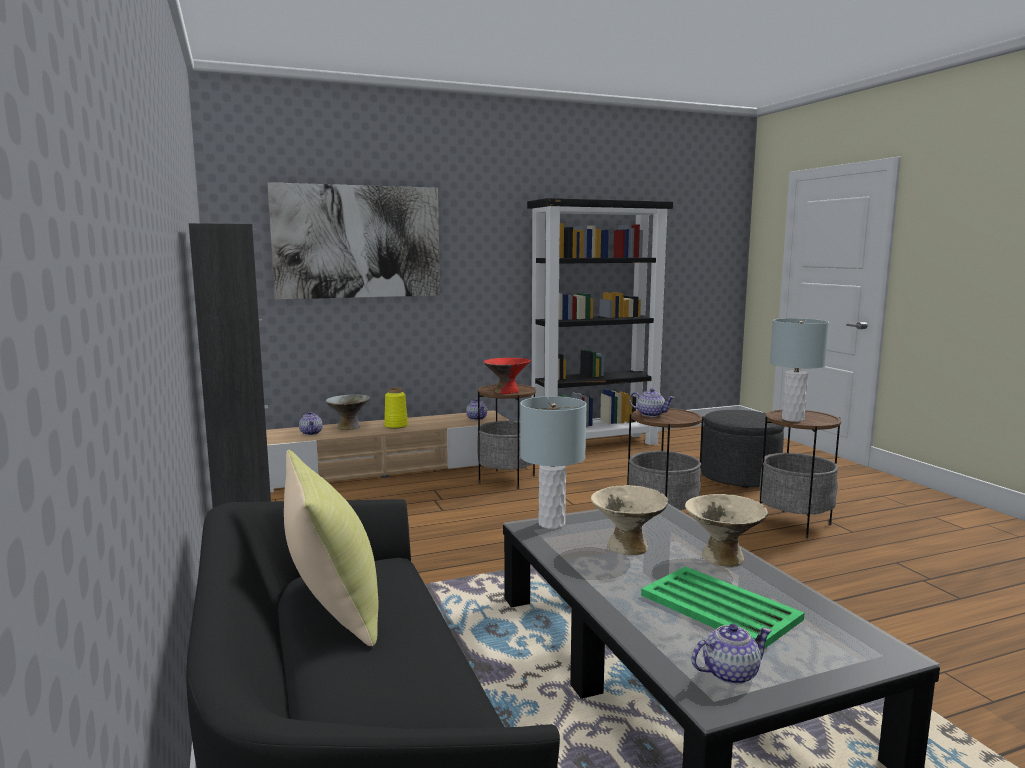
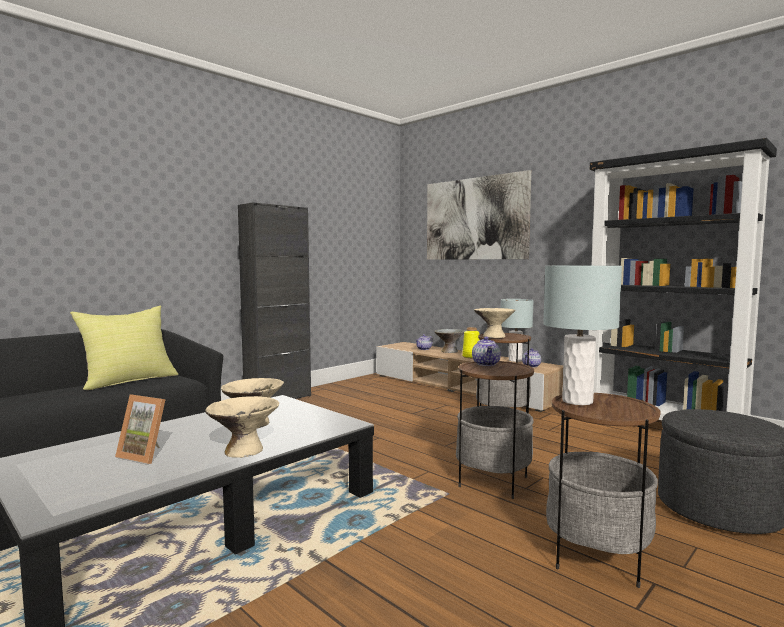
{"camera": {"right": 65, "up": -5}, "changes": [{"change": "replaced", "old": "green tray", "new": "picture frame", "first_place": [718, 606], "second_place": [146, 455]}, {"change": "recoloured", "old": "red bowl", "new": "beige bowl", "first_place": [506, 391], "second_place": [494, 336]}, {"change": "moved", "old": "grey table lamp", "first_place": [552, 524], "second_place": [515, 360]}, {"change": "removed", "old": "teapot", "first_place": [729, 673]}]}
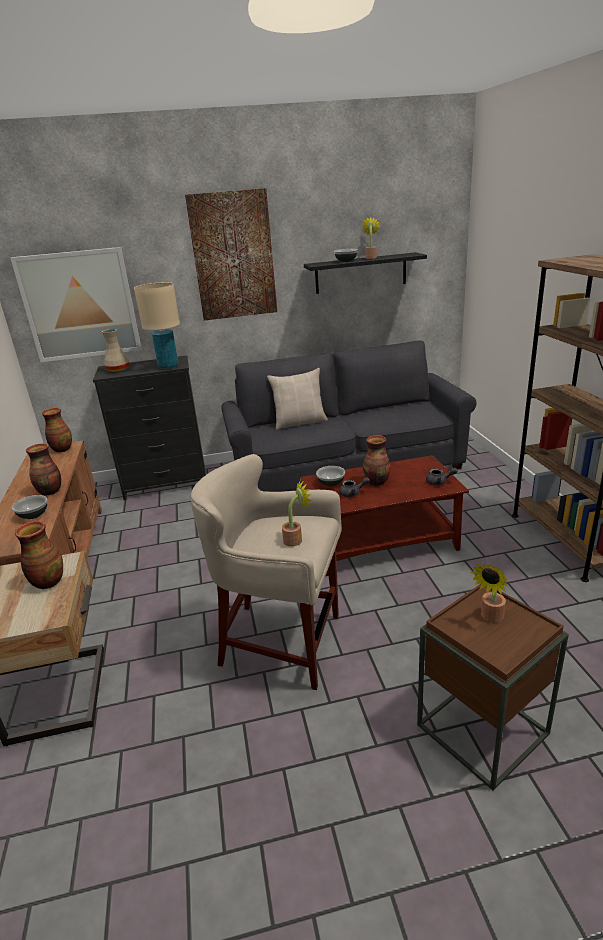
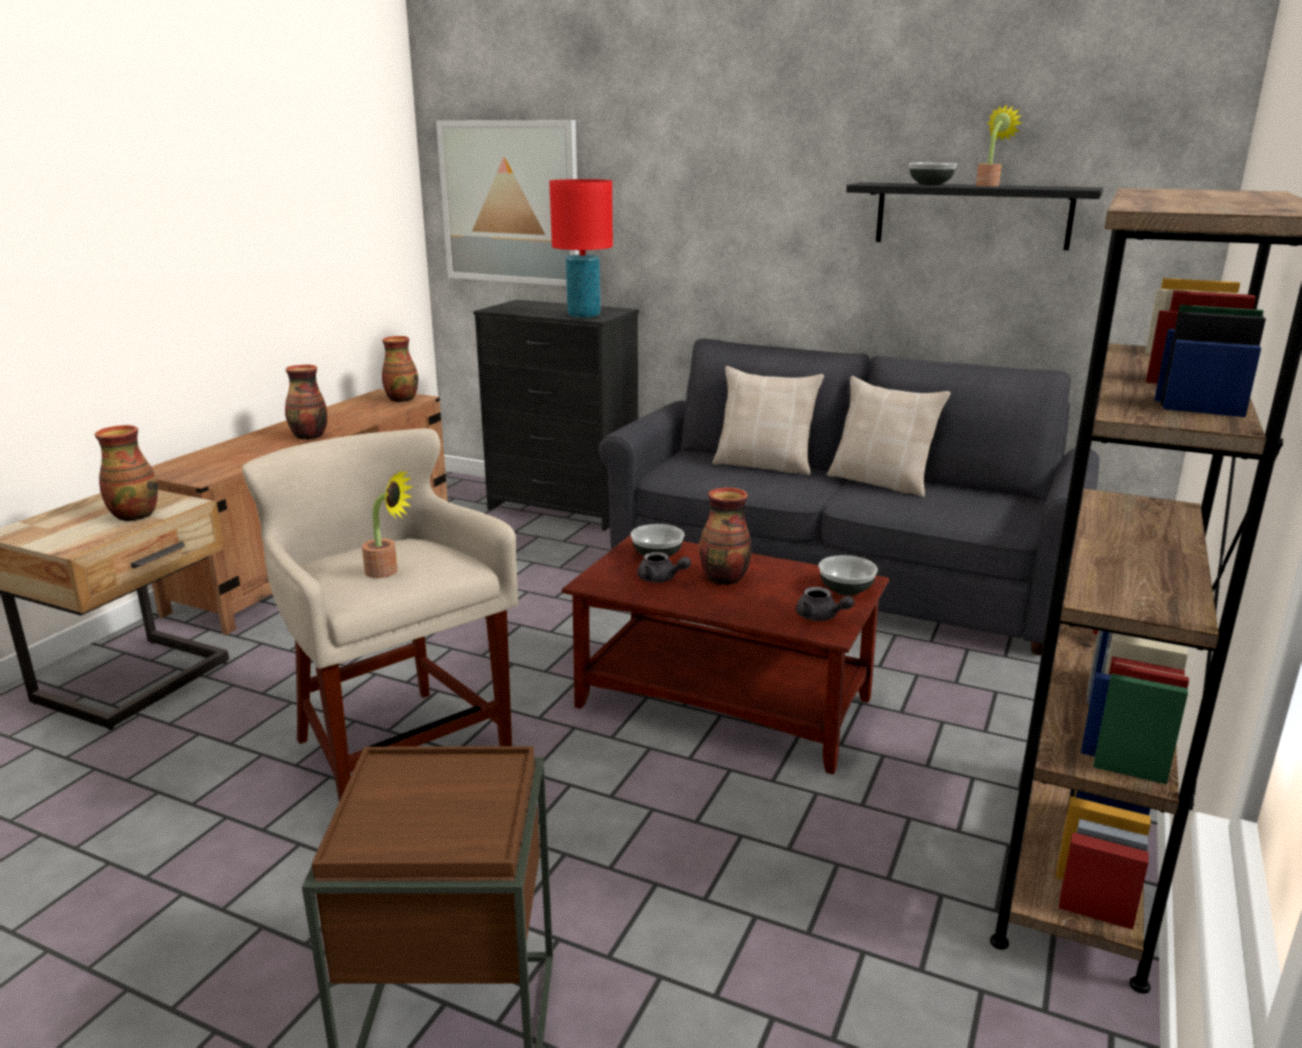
{"camera": {"right": 35, "up": -5}, "changes": [{"change": "recoloured", "old": "beige table lamp", "new": "red table lamp", "first_place": [168, 366], "second_place": [583, 316]}, {"change": "moved", "old": "bowl", "first_place": [34, 515], "second_place": [846, 590]}, {"change": "added", "new": "beige pillow", "second_place": [881, 482]}, {"change": "removed", "old": "beige vase", "first_place": [118, 369]}, {"change": "removed", "old": "picture", "first_place": [233, 256]}, {"change": "removed", "old": "potted plant", "first_place": [490, 618]}]}
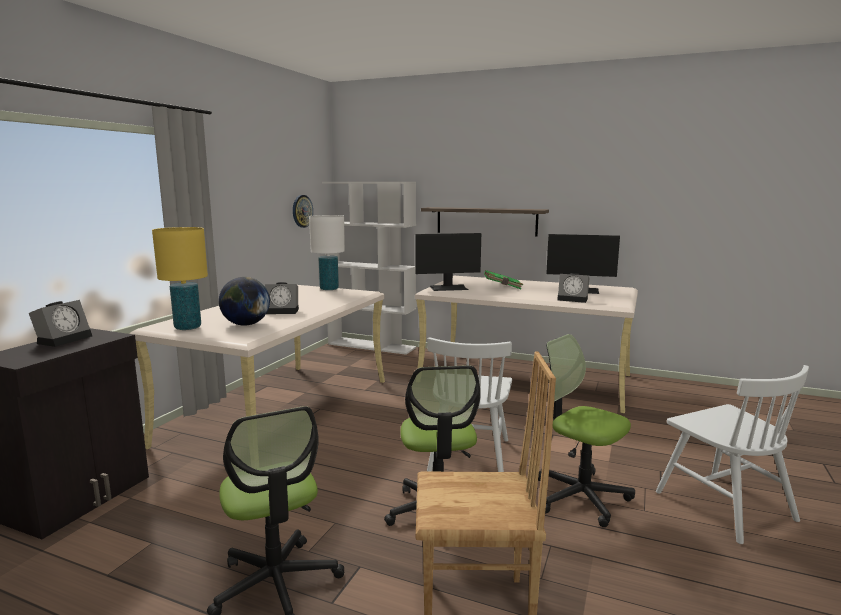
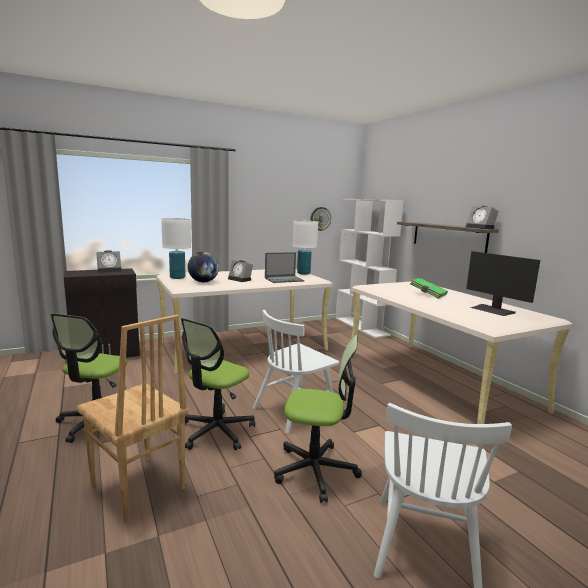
{"camera": {"right": 40, "up": 0}, "changes": [{"change": "recoloured", "old": "yellow table lamp", "new": "white table lamp", "first_place": [188, 327], "second_place": [177, 278]}, {"change": "added", "new": "laptop", "second_place": [284, 279]}, {"change": "turned", "old": "office chair", "first_place": [580, 496], "second_place": [316, 470], "degrees": 105}, {"change": "moved", "old": "alarm clock", "first_place": [573, 299], "second_place": [481, 228]}, {"change": "removed", "old": "monitor", "first_place": [449, 288]}]}
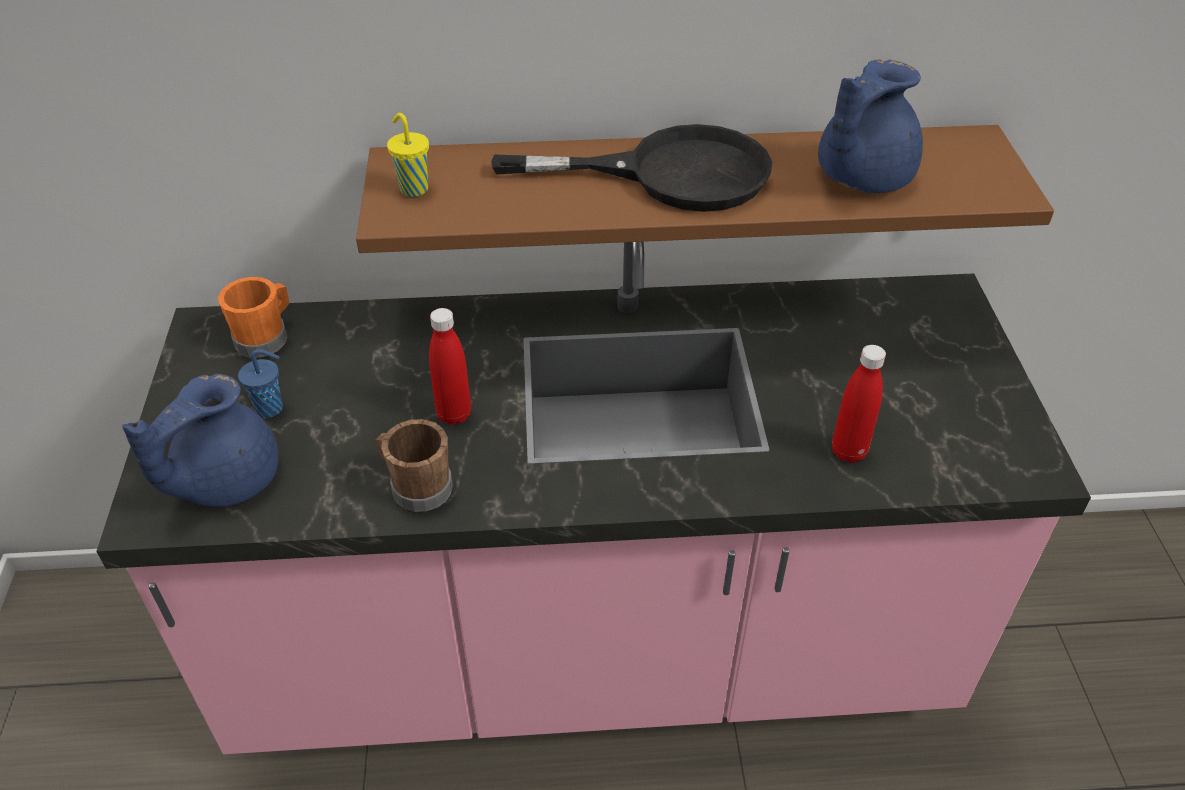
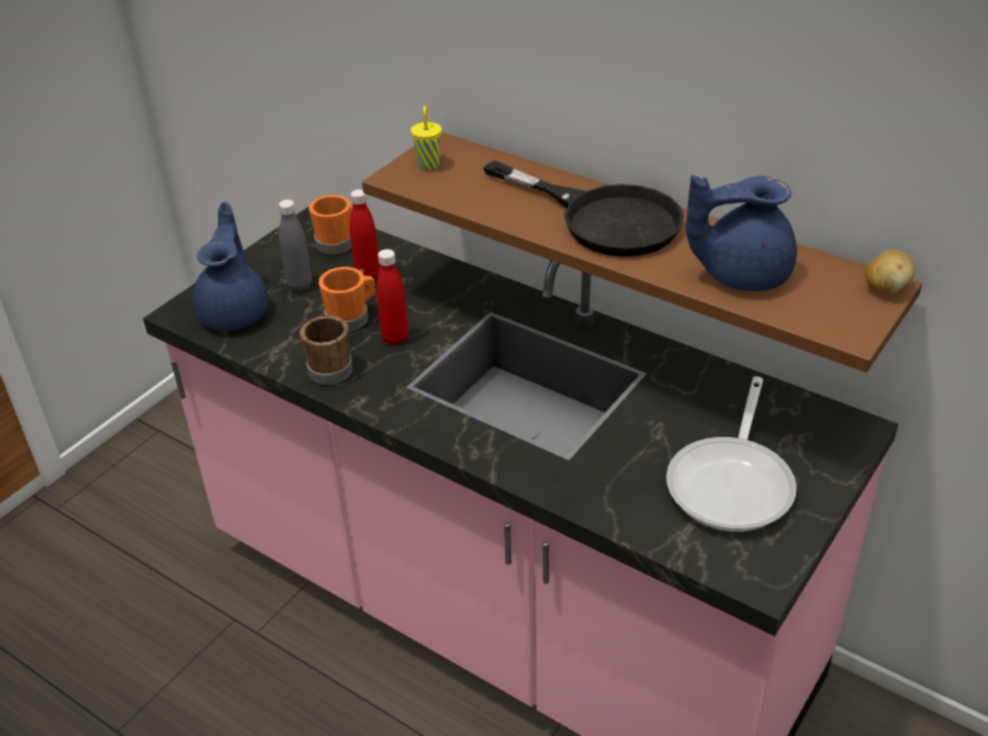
{"camera": {"right": 40, "up": -5}, "changes": [{"change": "turned", "old": "blue teapot", "first_place": [224, 480], "second_place": [236, 312], "degrees": 105}, {"change": "replaced", "old": "blue cup", "new": "grey bottle", "first_place": [271, 408], "second_place": [300, 285]}, {"change": "added", "new": "orange mug", "second_place": [352, 317]}, {"change": "moved", "old": "red bottle", "first_place": [848, 452], "second_place": [368, 274]}, {"change": "added", "new": "frying pan", "second_place": [733, 482]}, {"change": "added", "new": "potato", "second_place": [885, 288]}]}
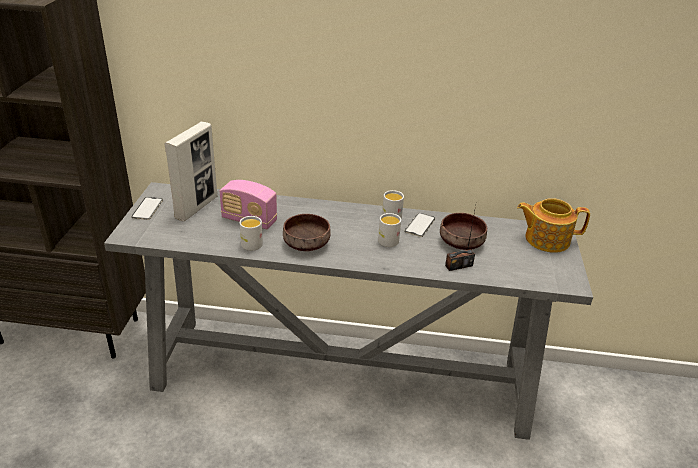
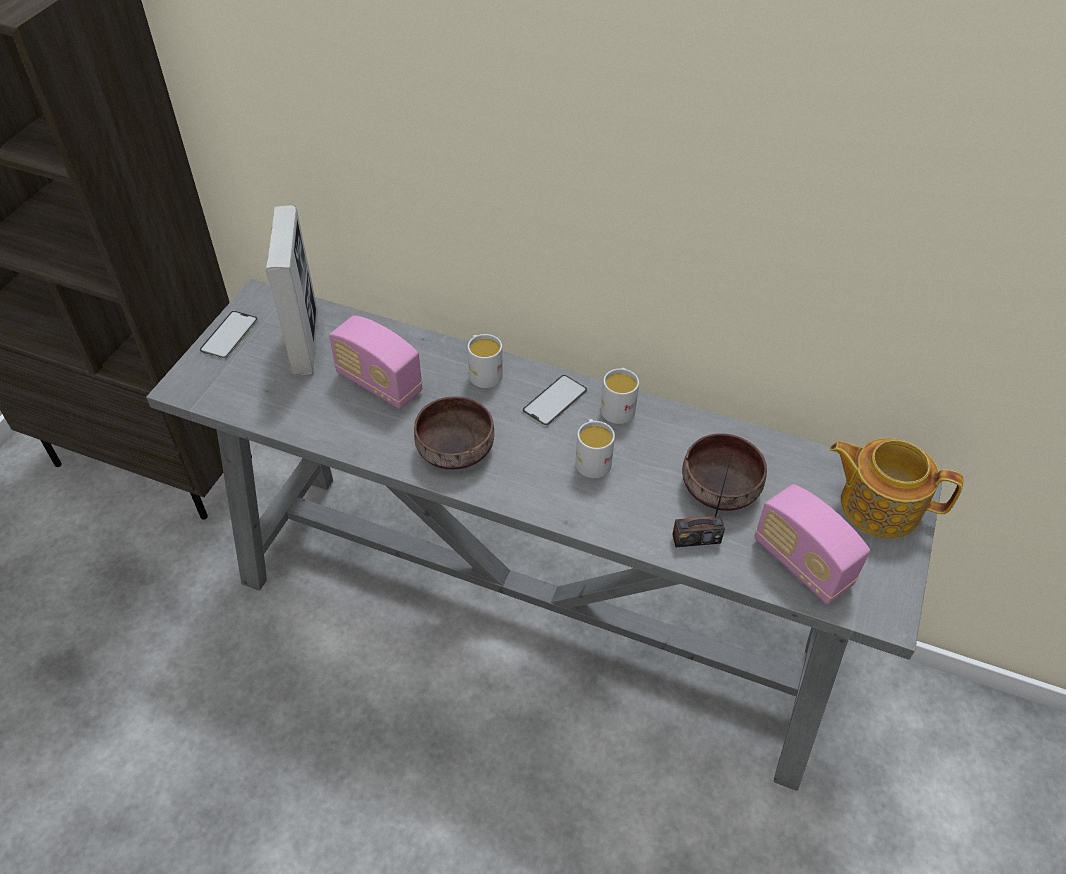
{"camera": {"right": 15, "up": 15}, "changes": [{"change": "turned", "old": "picture frame", "first_place": [196, 207], "second_place": [305, 343], "degrees": -45}, {"change": "moved", "old": "white mug", "first_place": [249, 242], "second_place": [483, 372]}, {"change": "moved", "old": "phone", "first_place": [420, 225], "second_place": [555, 400]}, {"change": "added", "new": "radio", "second_place": [801, 563]}]}
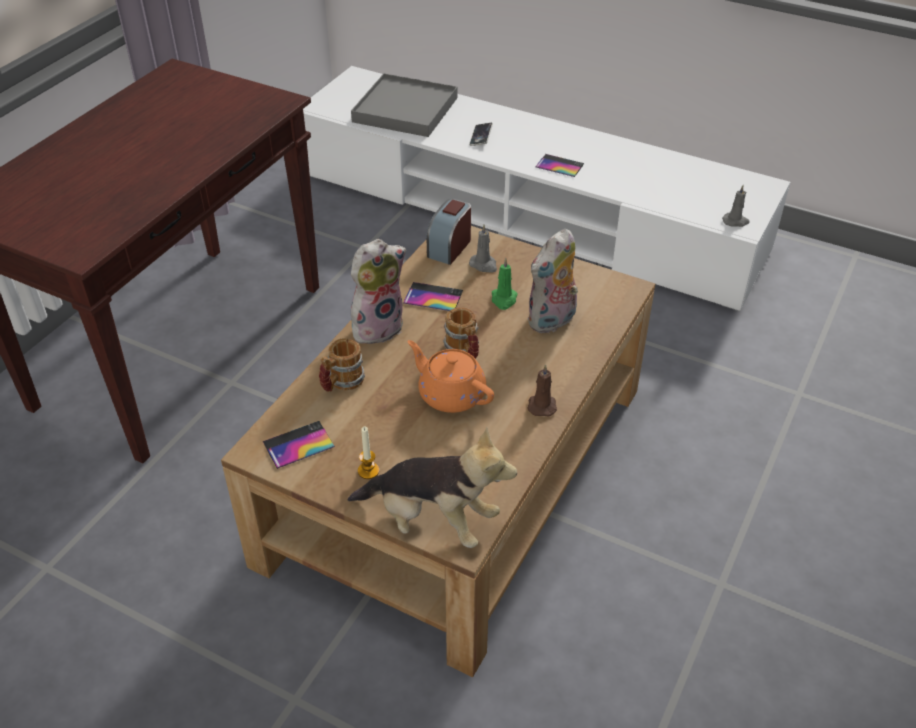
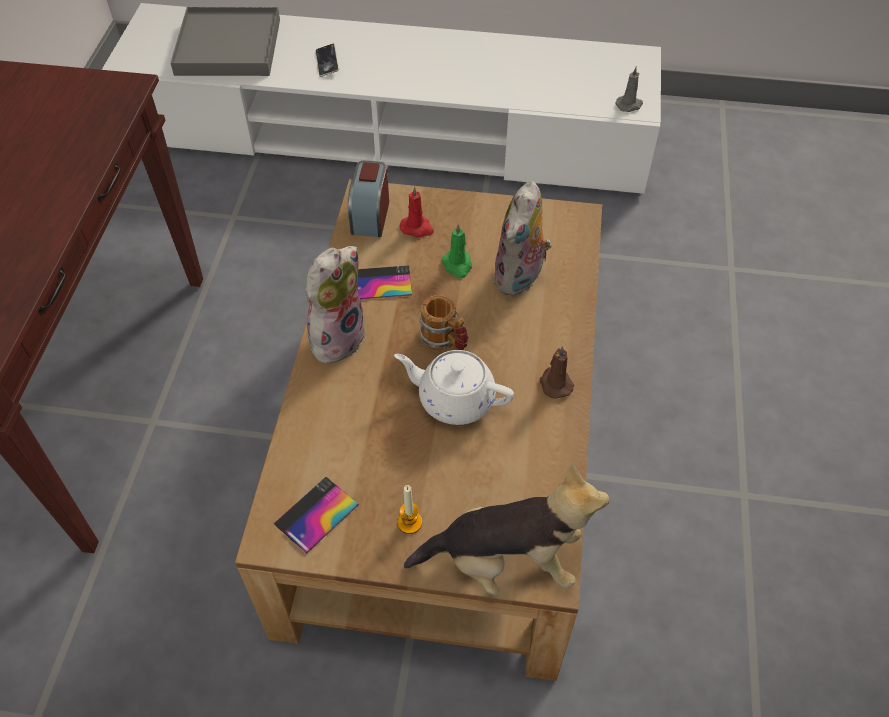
{"camera": {"right": -20, "up": 10}, "changes": [{"change": "recoloured", "old": "orange teapot", "new": "white teapot", "first_place": [450, 394], "second_place": [454, 399]}, {"change": "recoloured", "old": "grey candle", "new": "red candle", "first_place": [484, 265], "second_place": [417, 228]}, {"change": "removed", "old": "mug", "first_place": [341, 383]}, {"change": "removed", "old": "phone", "first_place": [559, 166]}]}
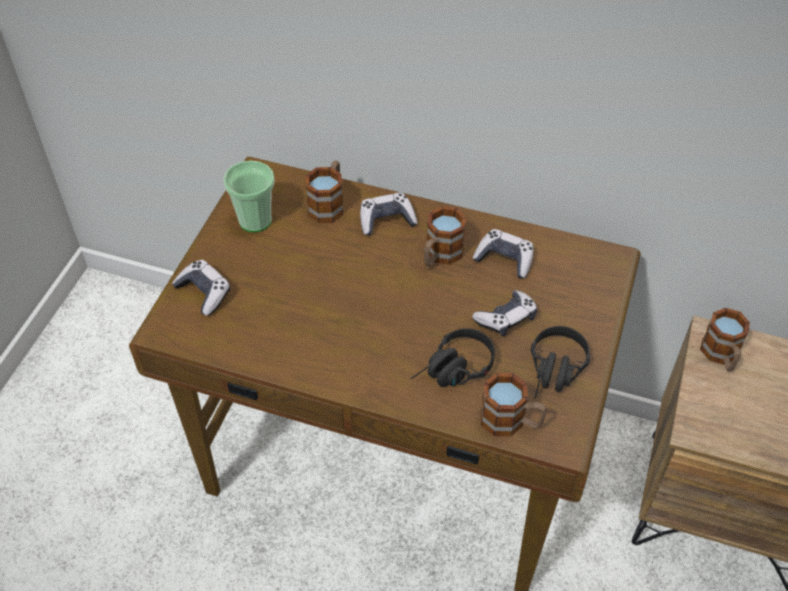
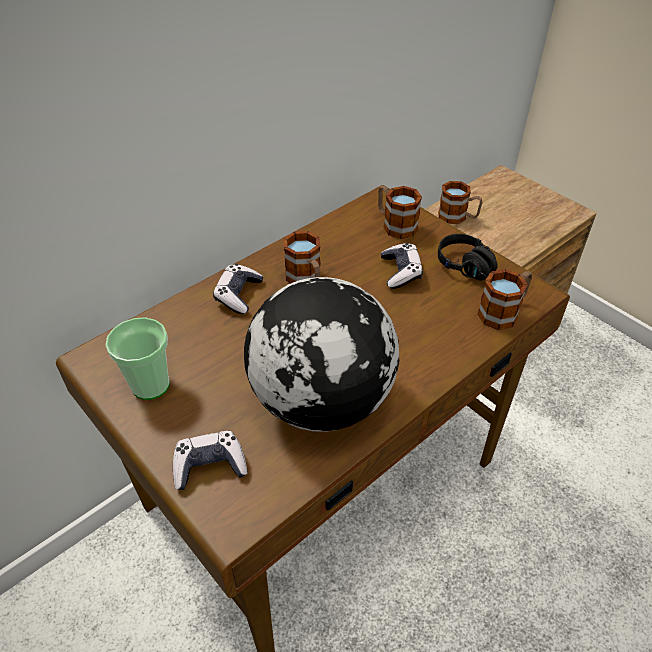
{"camera": {"right": -60, "up": -5}, "changes": [{"change": "added", "new": "globe", "second_place": [323, 401]}, {"change": "moved", "old": "mug", "first_place": [329, 204], "second_place": [395, 224]}, {"change": "removed", "old": "black headphones", "first_place": [453, 372]}, {"change": "removed", "old": "game controller", "first_place": [504, 259]}]}
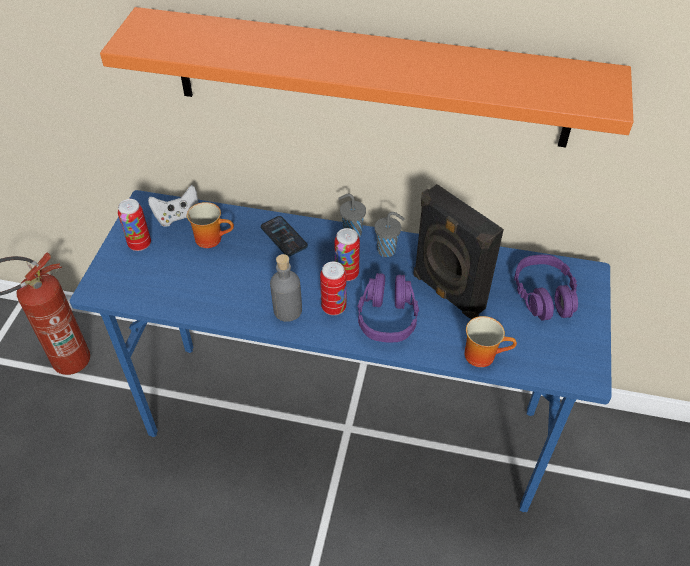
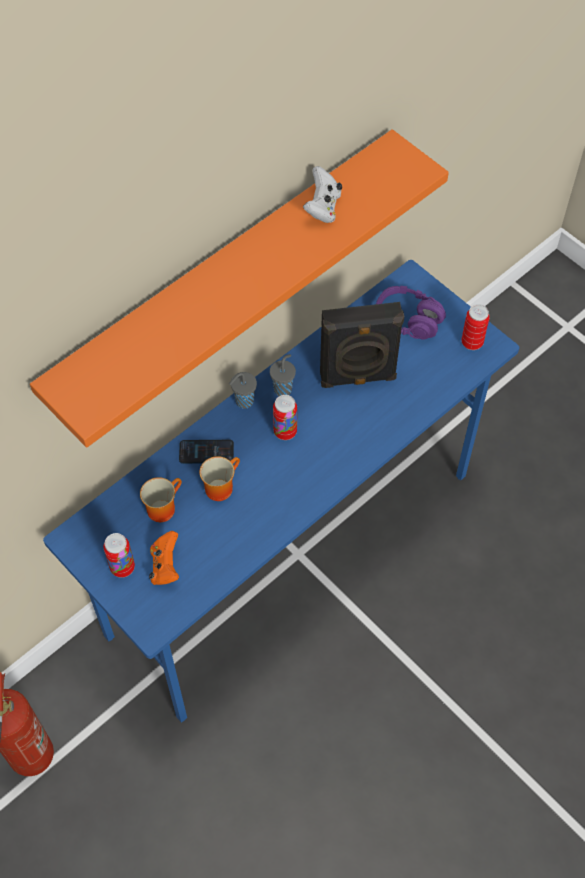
{"camera": {"right": -55, "up": 10}, "changes": [{"change": "added", "new": "orange game controller", "second_place": [165, 566]}, {"change": "moved", "old": "mug", "first_place": [483, 354], "second_place": [220, 485]}, {"change": "moved", "old": "white game controller", "first_place": [178, 216], "second_place": [323, 207]}, {"change": "moved", "old": "can", "first_place": [333, 307], "second_place": [472, 342]}, {"change": "removed", "old": "grey bottle", "first_place": [287, 310]}, {"change": "removed", "old": "purple headphones", "first_place": [387, 317]}]}
